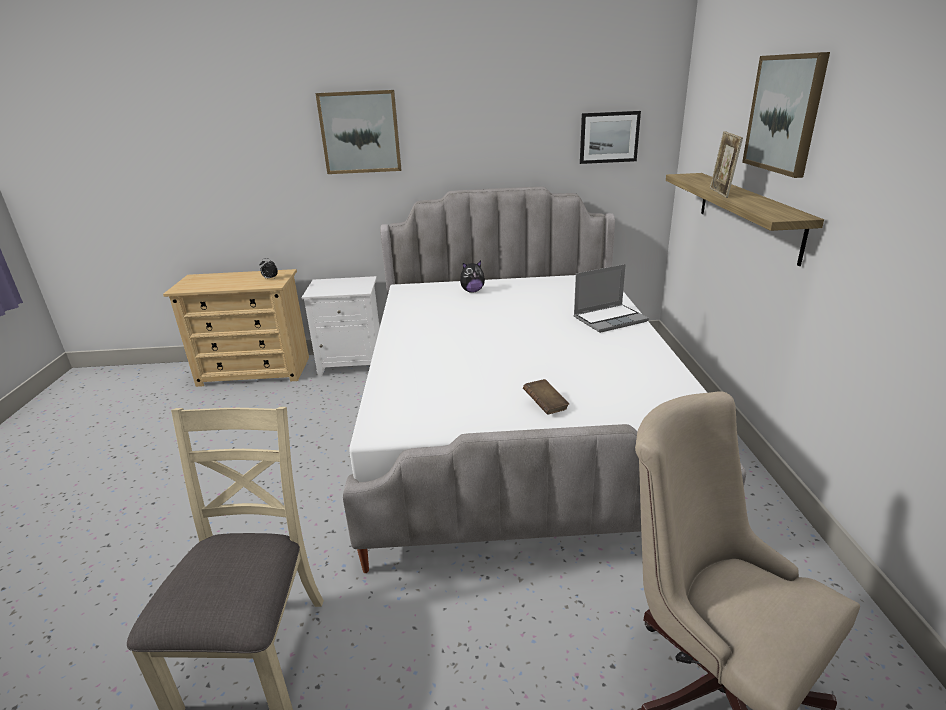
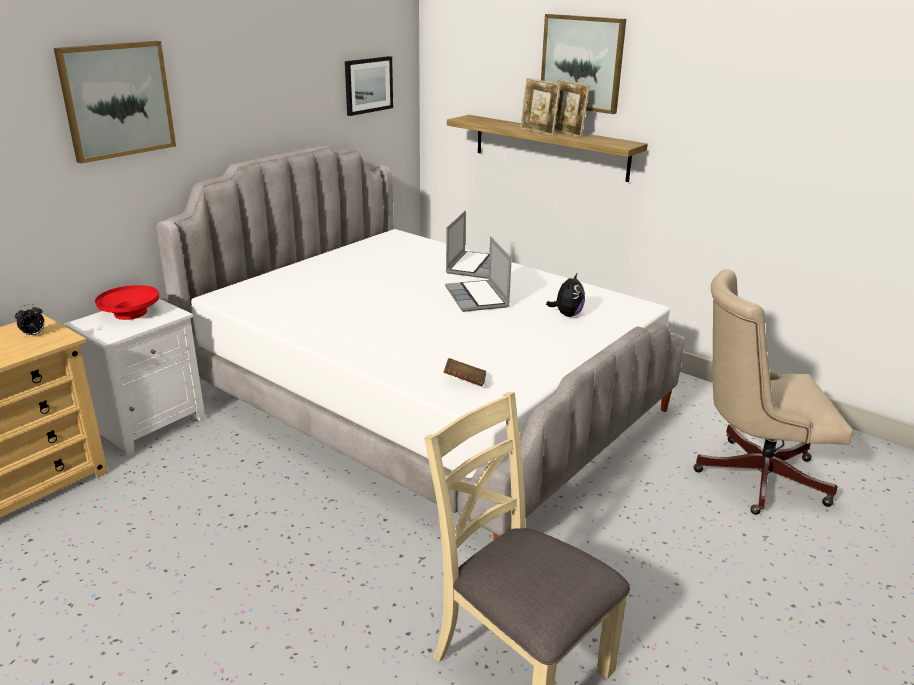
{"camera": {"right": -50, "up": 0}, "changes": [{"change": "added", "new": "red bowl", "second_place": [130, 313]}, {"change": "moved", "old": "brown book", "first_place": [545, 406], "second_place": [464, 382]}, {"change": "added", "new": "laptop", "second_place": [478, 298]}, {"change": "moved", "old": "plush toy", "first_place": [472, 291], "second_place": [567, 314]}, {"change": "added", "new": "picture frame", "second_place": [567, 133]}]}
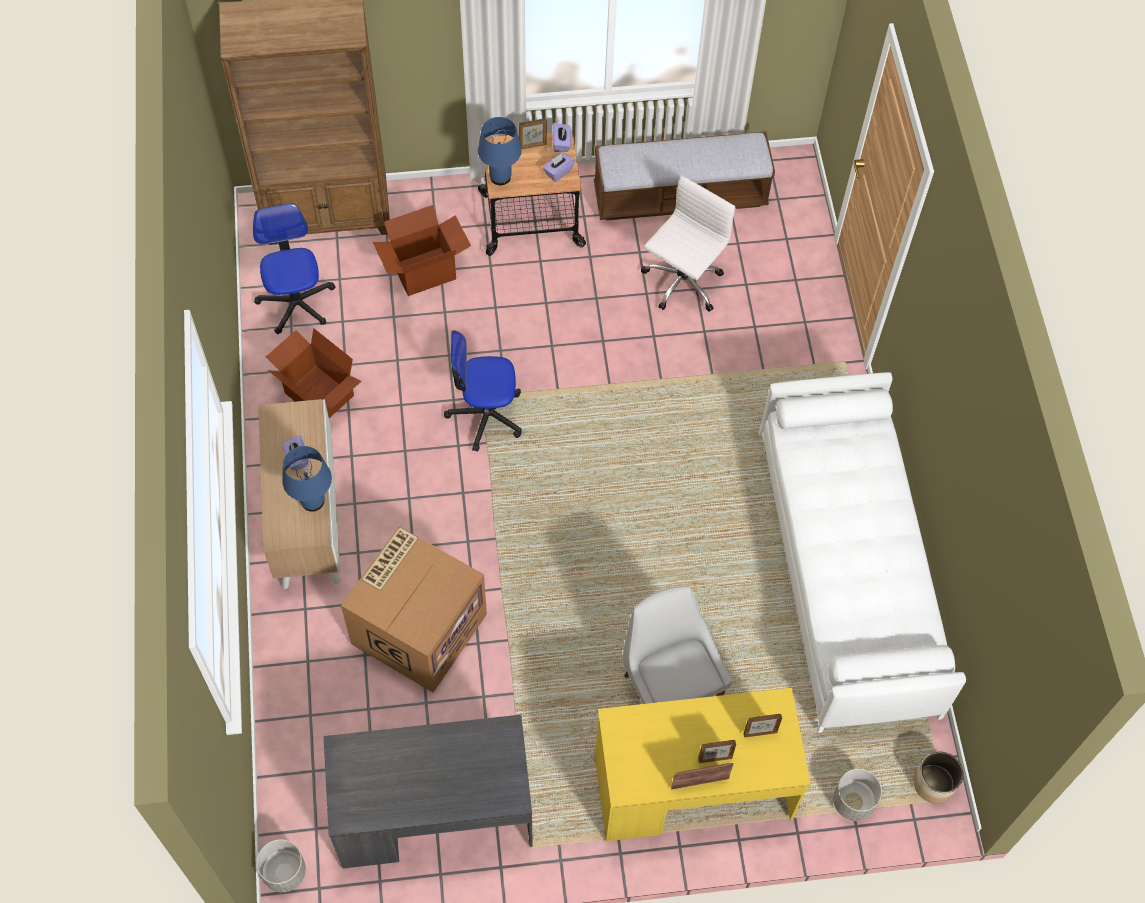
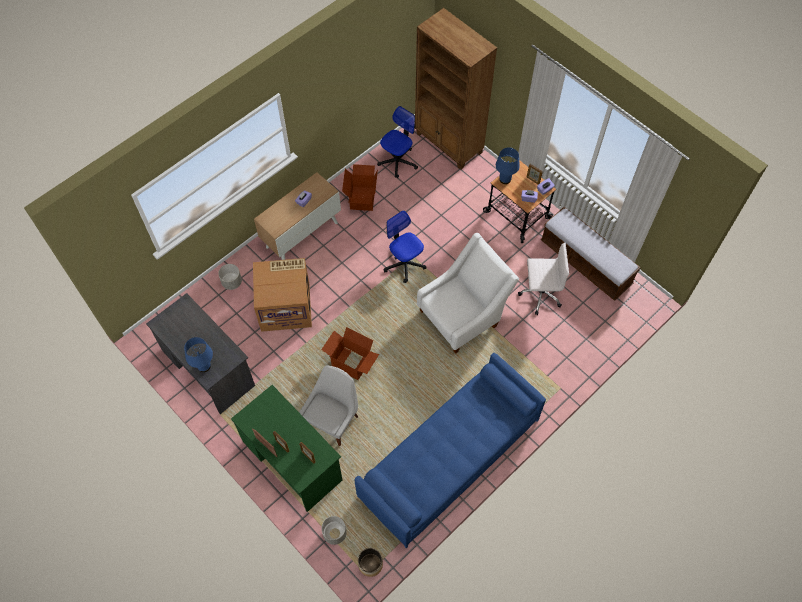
{"camera": {"right": 55, "up": 0}, "changes": [{"change": "moved", "old": "blue table lamp", "first_place": [312, 501], "second_place": [204, 366]}, {"change": "moved", "old": "grey planter", "first_place": [285, 872], "second_place": [232, 282]}, {"change": "recoloured", "old": "yellow desk", "new": "green desk", "first_place": [692, 787], "second_place": [292, 460]}, {"change": "moved", "old": "cardboard box", "first_place": [424, 270], "second_place": [351, 363]}, {"change": "recoloured", "old": "white sofa", "new": "blue sofa", "first_place": [847, 571], "second_place": [449, 459]}, {"change": "added", "new": "white armchair", "second_place": [463, 315]}]}
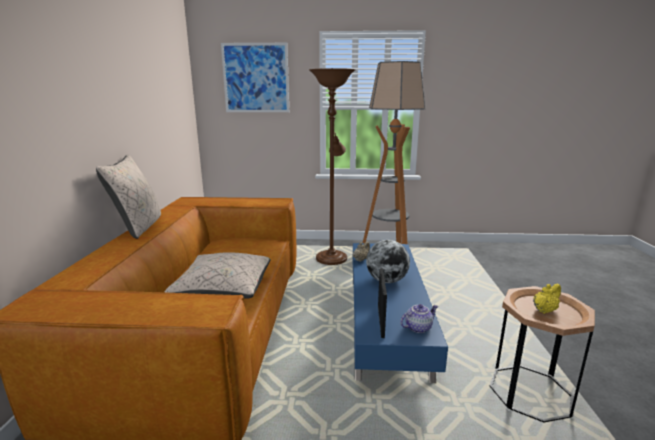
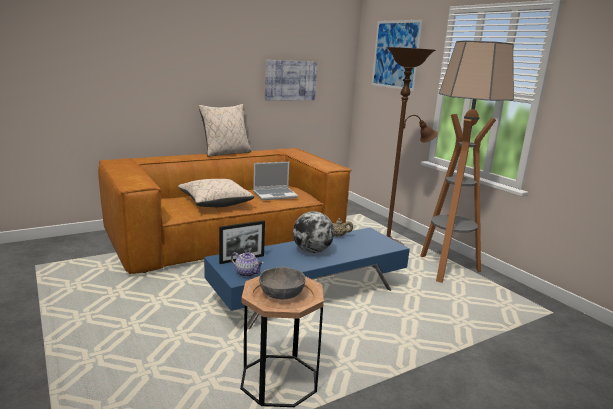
{"camera": {"right": 55, "up": 0}, "changes": [{"change": "added", "new": "laptop", "second_place": [275, 194]}, {"change": "replaced", "old": "yellow teapot", "new": "grey bowl", "first_place": [544, 310], "second_place": [281, 294]}, {"change": "added", "new": "picture", "second_place": [290, 80]}]}
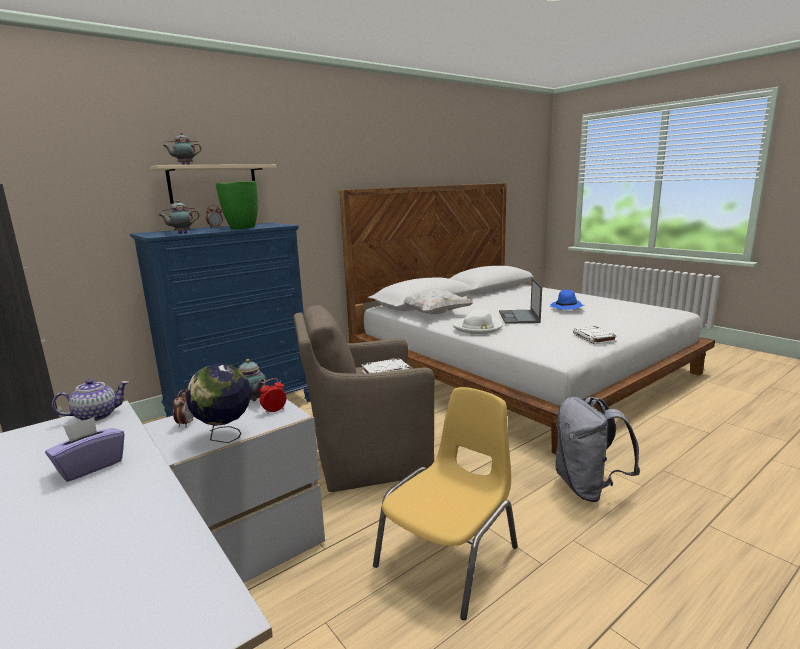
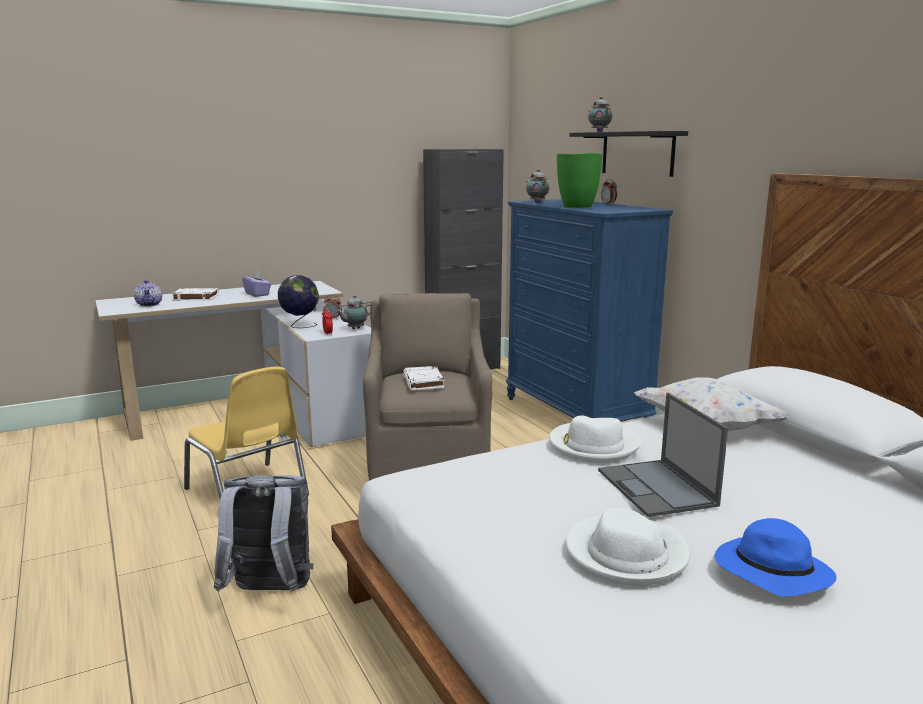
{"camera": {"right": 100, "up": 0}, "changes": [{"change": "moved", "old": "teapot", "first_place": [97, 415], "second_place": [149, 304]}, {"change": "moved", "old": "white book", "first_place": [594, 338], "second_place": [195, 297]}, {"change": "added", "new": "white hat", "second_place": [626, 554]}, {"change": "recoloured", "old": "beige shelf", "new": "black shelf", "first_place": [213, 183], "second_place": [637, 153]}, {"change": "turned", "old": "laptop", "first_place": [519, 317], "second_place": [657, 488], "degrees": -120}]}
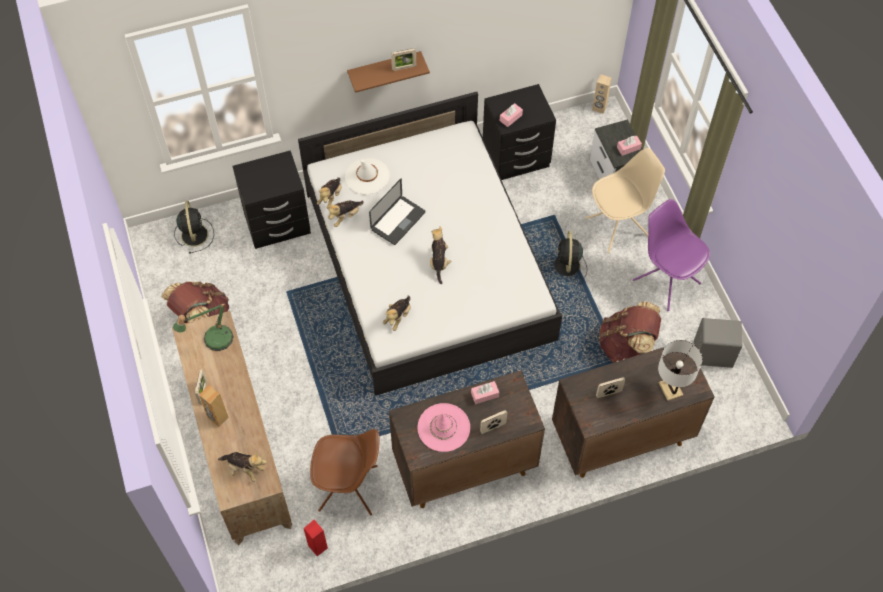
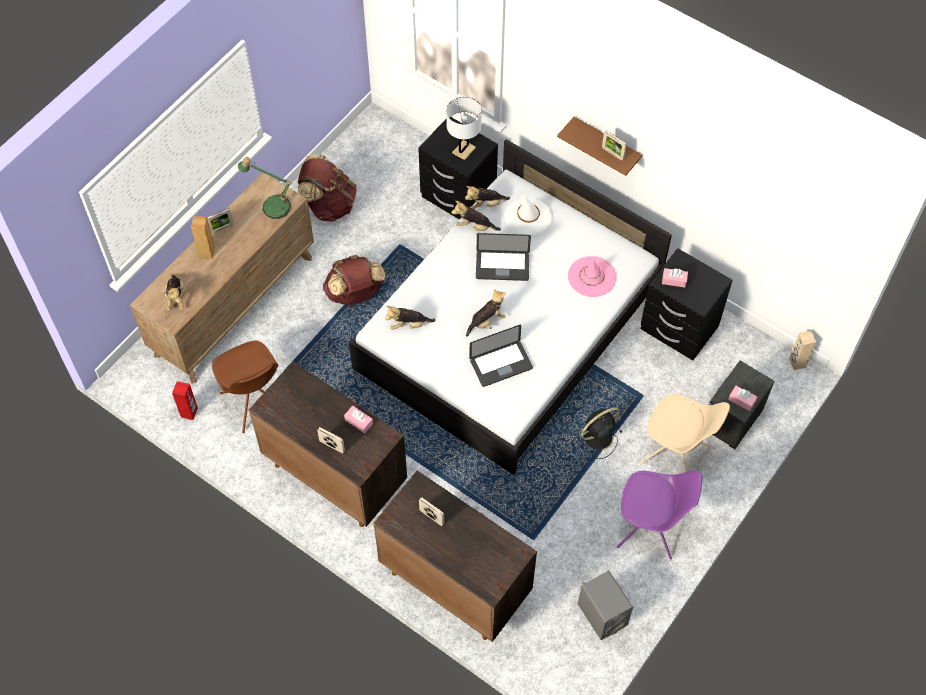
{"camera": {"right": 55, "up": 0}, "changes": [{"change": "moved", "old": "brown backpack", "first_place": [626, 345], "second_place": [355, 294]}, {"change": "moved", "old": "white table lamp", "first_place": [670, 389], "second_place": [464, 150]}, {"change": "added", "new": "laptop", "second_place": [501, 364]}, {"change": "moved", "old": "pink hat", "first_place": [443, 427], "second_place": [591, 277]}, {"change": "turned", "old": "purple chair", "first_place": [665, 281], "second_place": [650, 529], "degrees": 90}, {"change": "removed", "old": "black fan", "first_place": [194, 234]}]}
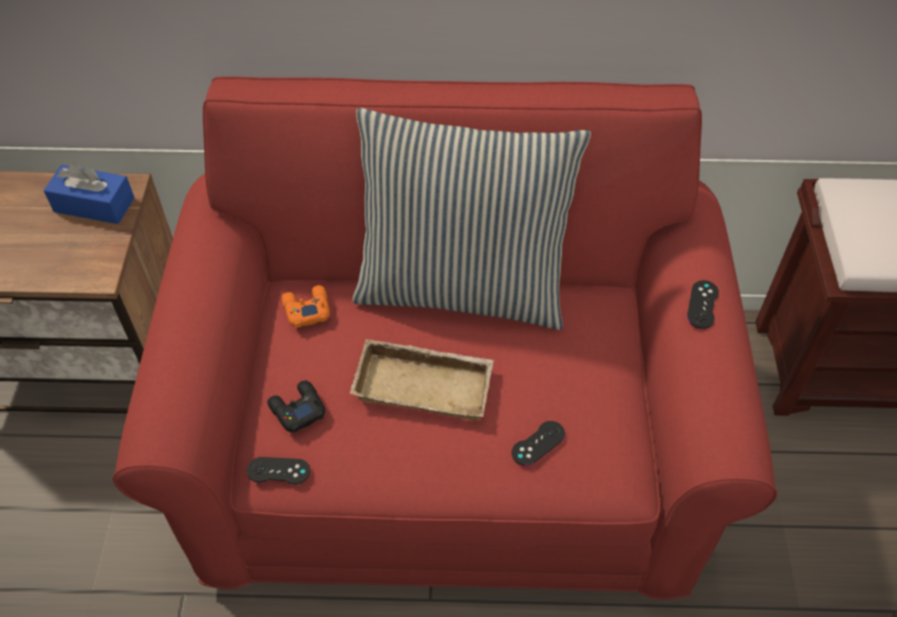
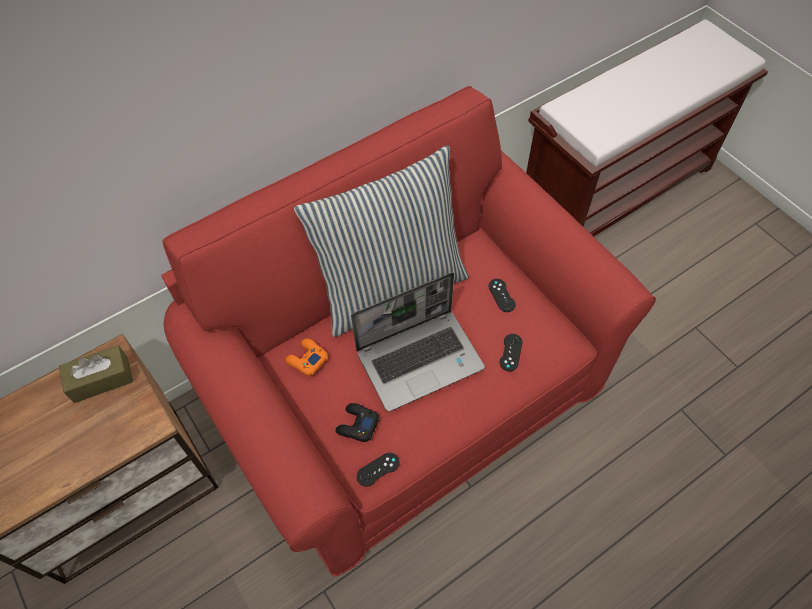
{"camera": {"right": -35, "up": 5}, "changes": [{"change": "recoloured", "old": "blue tissue box", "new": "brown tissue box", "first_place": [94, 205], "second_place": [101, 379]}, {"change": "replaced", "old": "beige tray", "new": "laptop", "first_place": [425, 383], "second_place": [420, 359]}, {"change": "moved", "old": "black game controller", "first_place": [702, 304], "second_place": [501, 295]}]}
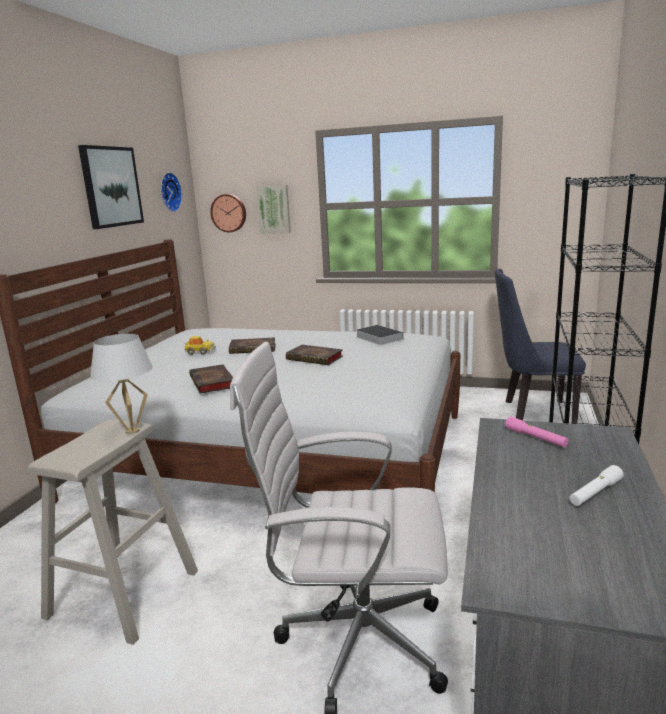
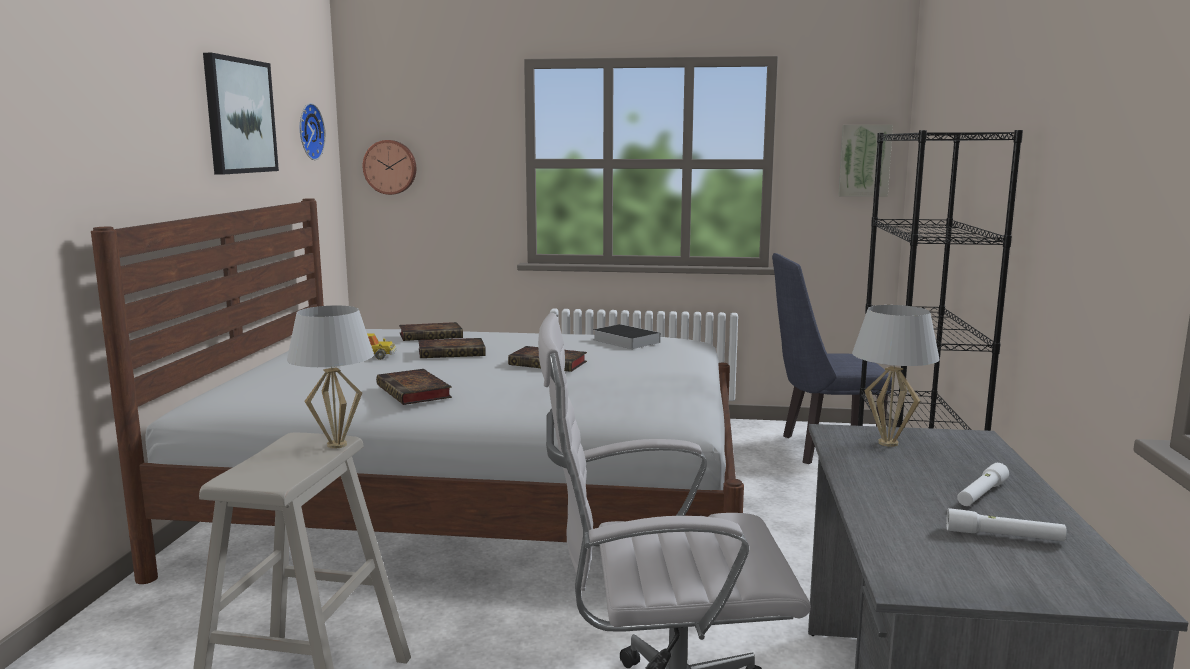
{"camera": {"right": -10, "up": -5}, "changes": [{"change": "added", "new": "book", "second_place": [432, 336]}, {"change": "moved", "old": "picture", "first_place": [274, 209], "second_place": [864, 160]}, {"change": "replaced", "old": "pink flashlight", "new": "white table lamp", "first_place": [535, 438], "second_place": [887, 443]}, {"change": "added", "new": "white flashlight", "second_place": [1004, 536]}]}
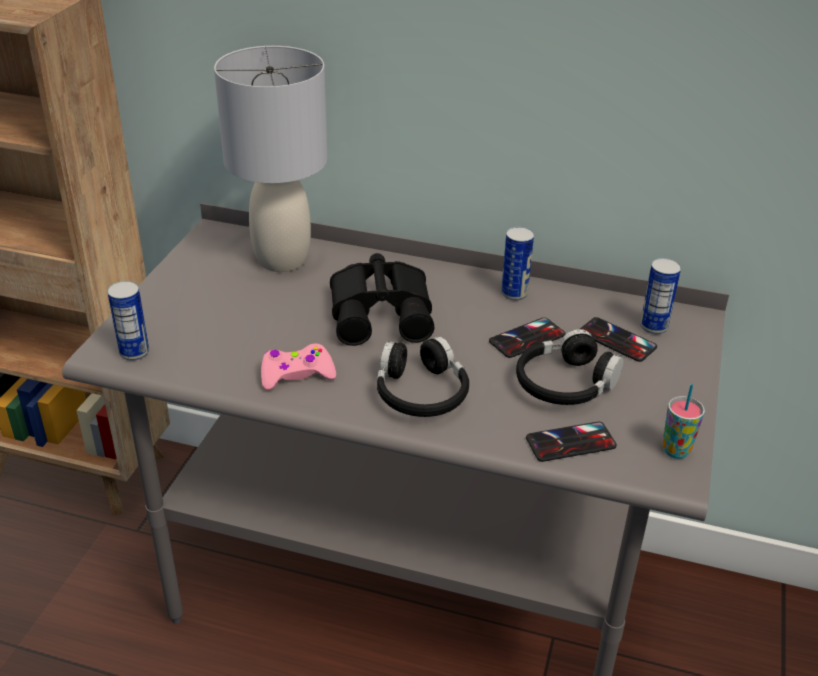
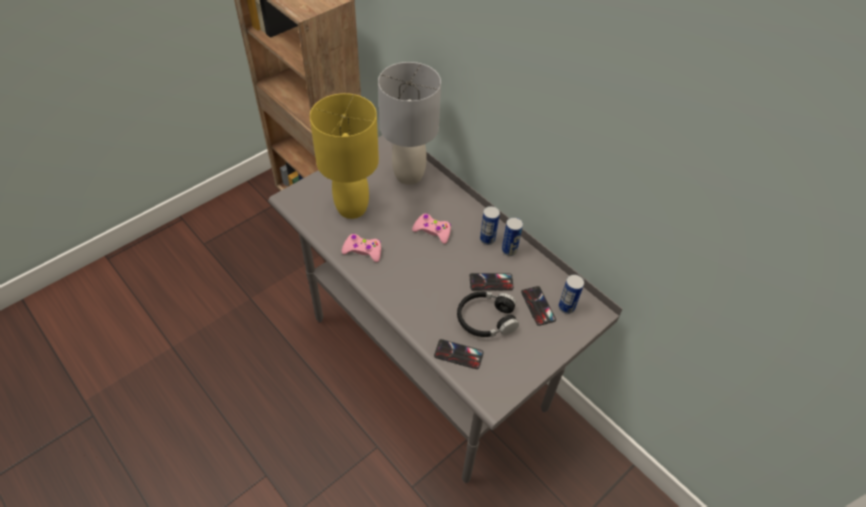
{"camera": {"right": 30, "up": 15}, "changes": [{"change": "added", "new": "yellow table lamp", "second_place": [351, 208]}, {"change": "replaced", "old": "black binoculars", "new": "pink game controller", "first_place": [383, 311], "second_place": [432, 231]}, {"change": "moved", "old": "can", "first_place": [134, 352], "second_place": [487, 239]}, {"change": "removed", "old": "black headphones", "first_place": [420, 392]}, {"change": "removed", "old": "cup", "first_place": [676, 450]}]}
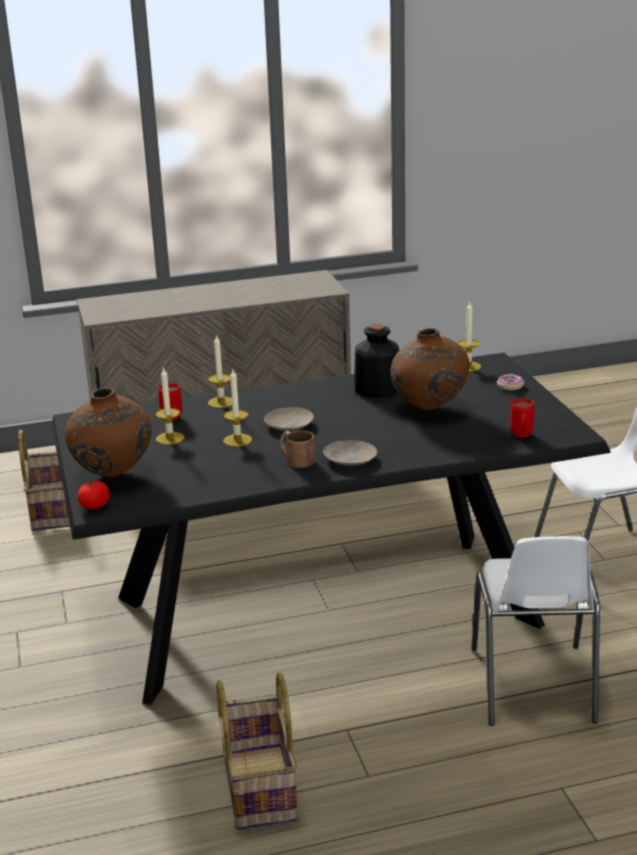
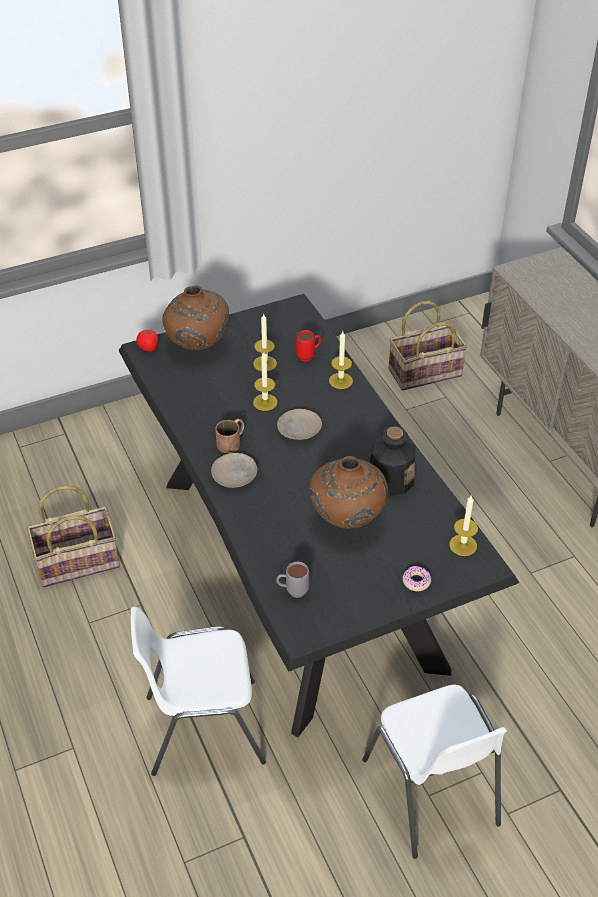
{"camera": {"right": 80, "up": 20}, "changes": [{"change": "recoloured", "old": "red mug", "new": "grey mug", "first_place": [521, 436], "second_place": [292, 591]}]}
